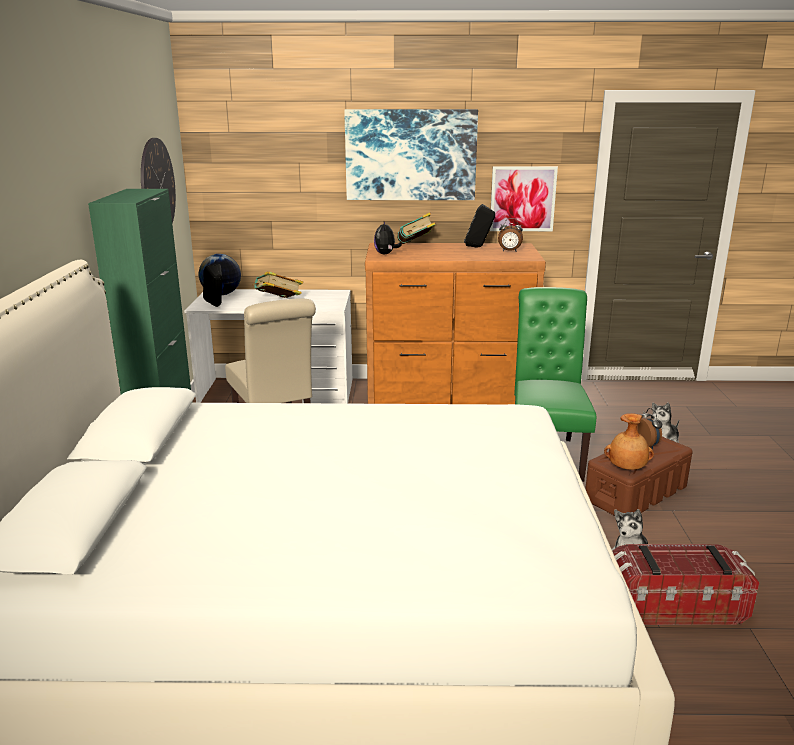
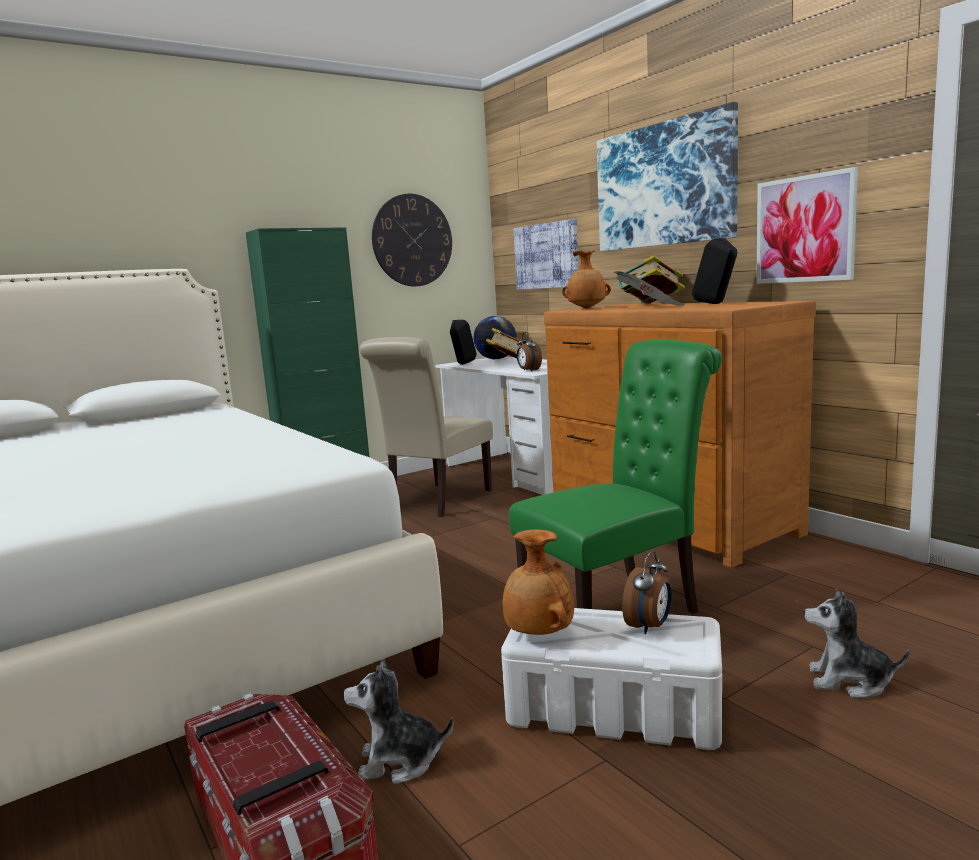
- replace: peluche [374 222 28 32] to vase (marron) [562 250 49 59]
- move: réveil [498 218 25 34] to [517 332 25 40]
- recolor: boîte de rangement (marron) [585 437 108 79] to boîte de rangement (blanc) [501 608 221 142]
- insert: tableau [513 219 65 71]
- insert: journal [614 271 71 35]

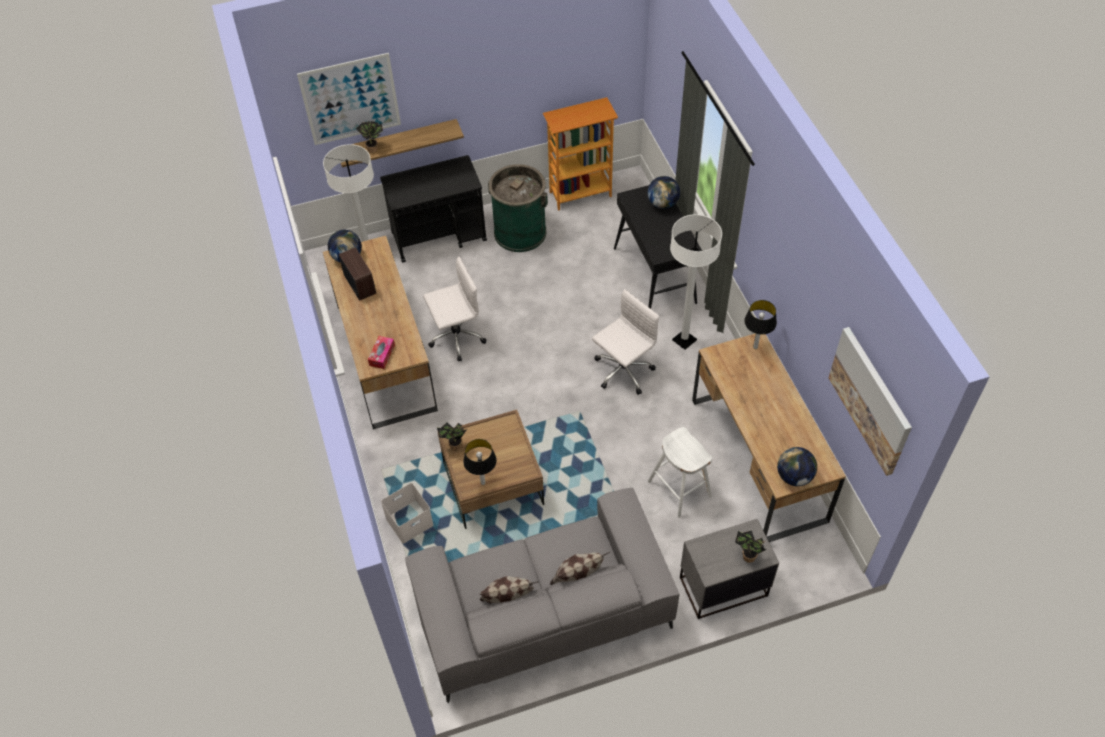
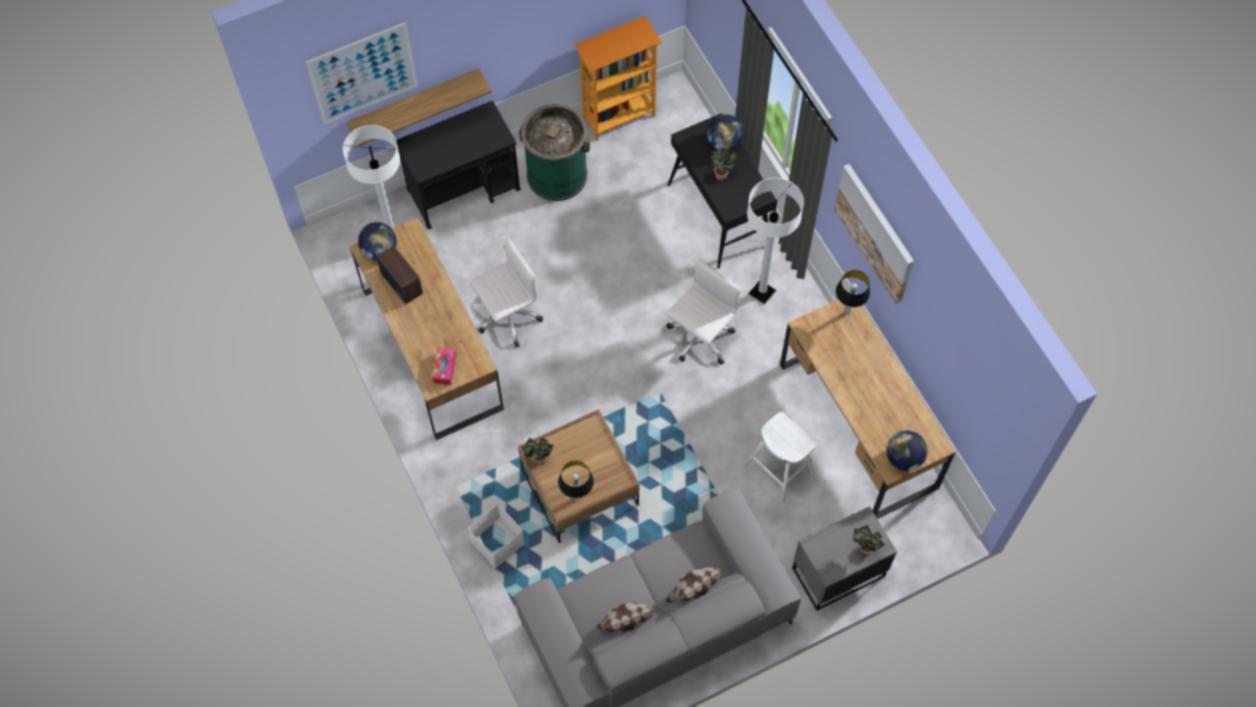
- move: plante en pot [356 121 27 32] to [708 148 32 32]
- move: tableau [829 327 83 149] to [834 164 80 140]

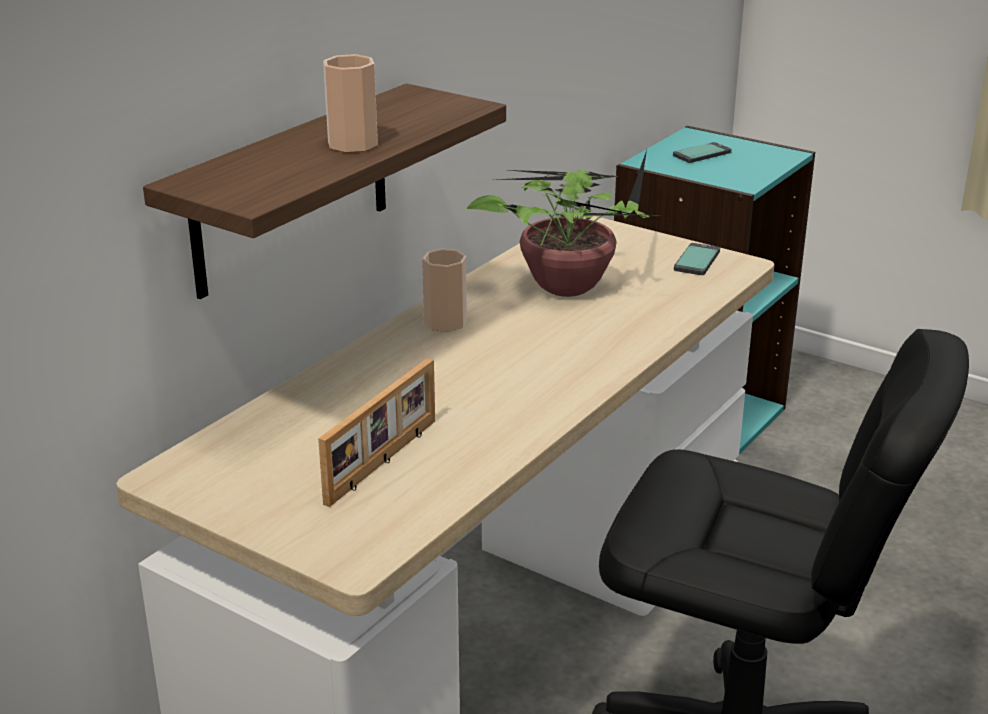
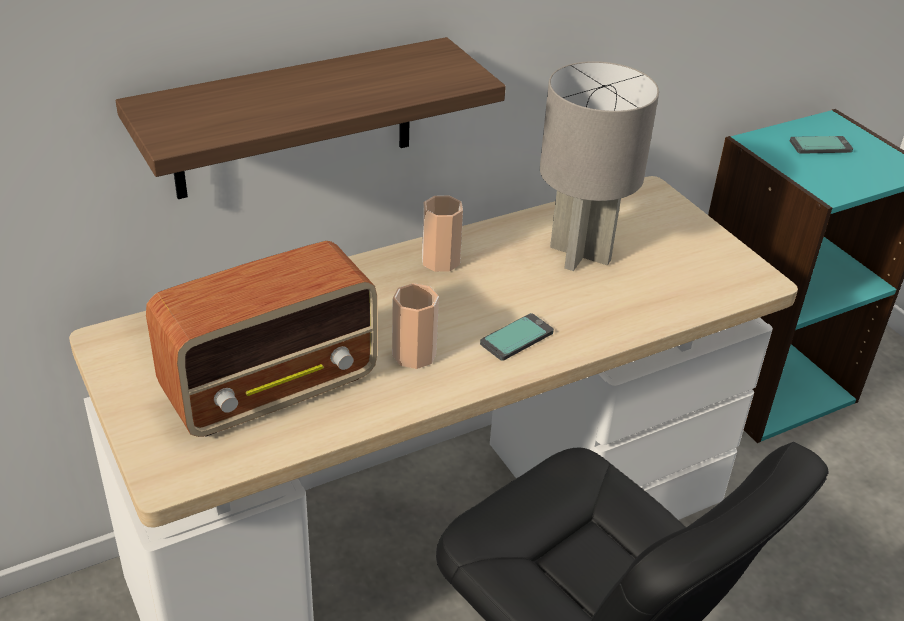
- replace: cadre photo [318 358 117 149] to radio [146 241 231 196]
- move: tasse [323 54 55 99] to [392 283 47 86]
- replace: plante en pot [466 150 203 147] to lampe de table (gris) [540 61 119 210]
- move: téléphone [674 243 46 32] to [480 313 74 48]

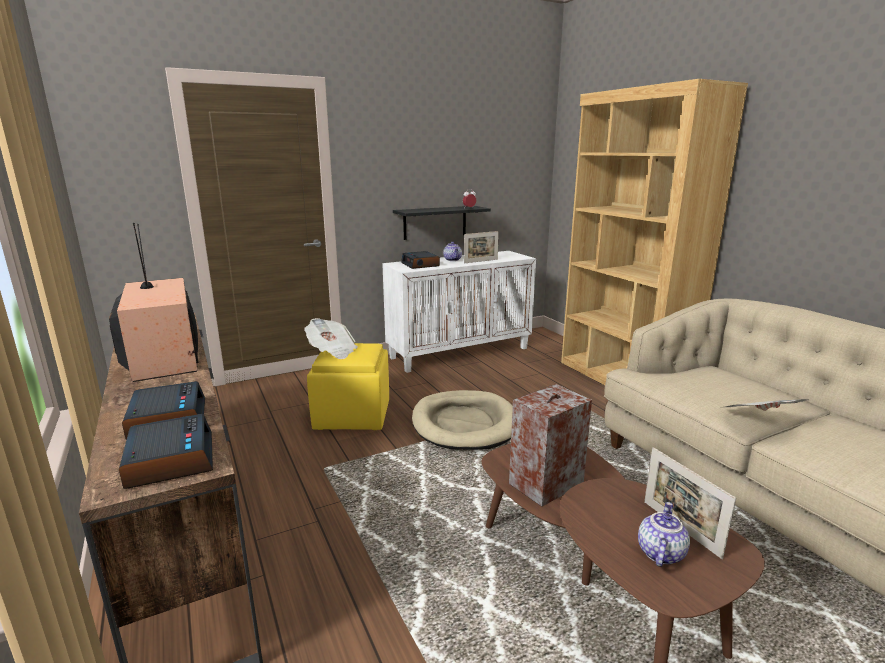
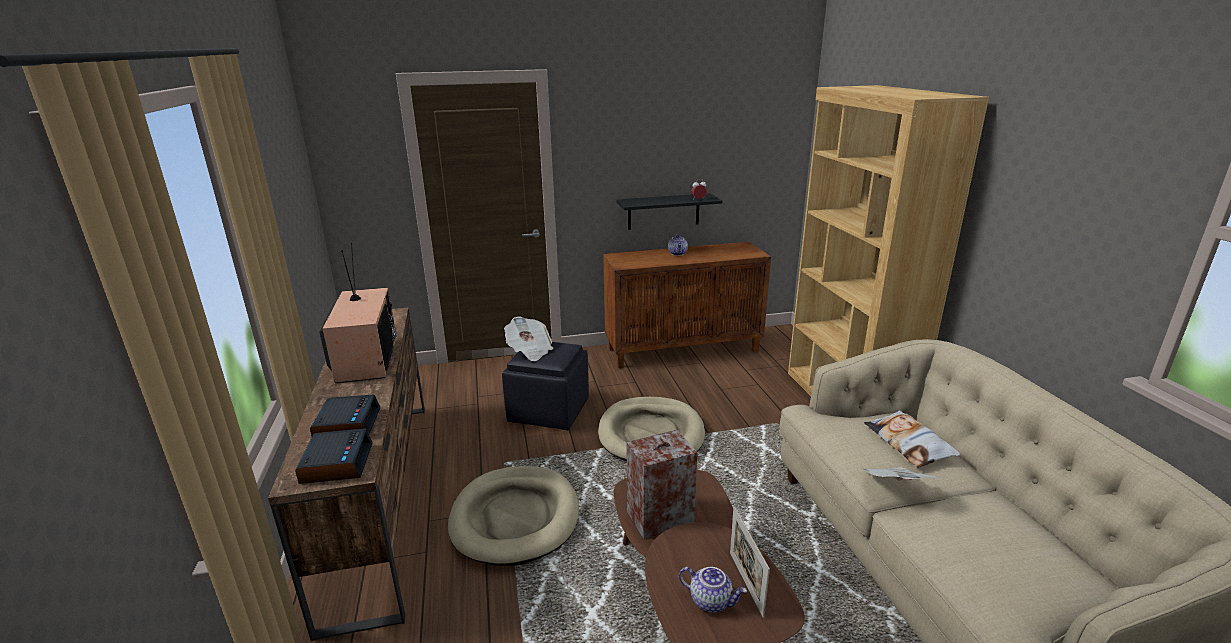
- recolor: pouf (jaune) [307 343 82 87] to pouf (noir) [502 342 87 88]
- recolor: meuble de rangement (blanc) [382 251 154 122] to meuble de rangement (marron) [603 242 168 126]
- delete: réveil [401 251 39 18]
- delete: cadre photo [464 231 35 32]
- rotate: théière [638 502 52 65] = [679 567 68 45] 75 degrees clockwise
- insert: panier pour chien (beige) [448 466 131 100]
- insert: coussin [864 410 97 57]

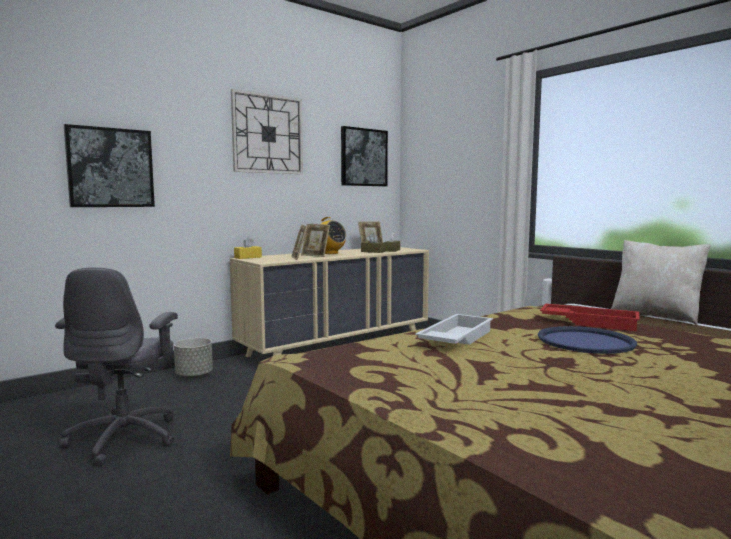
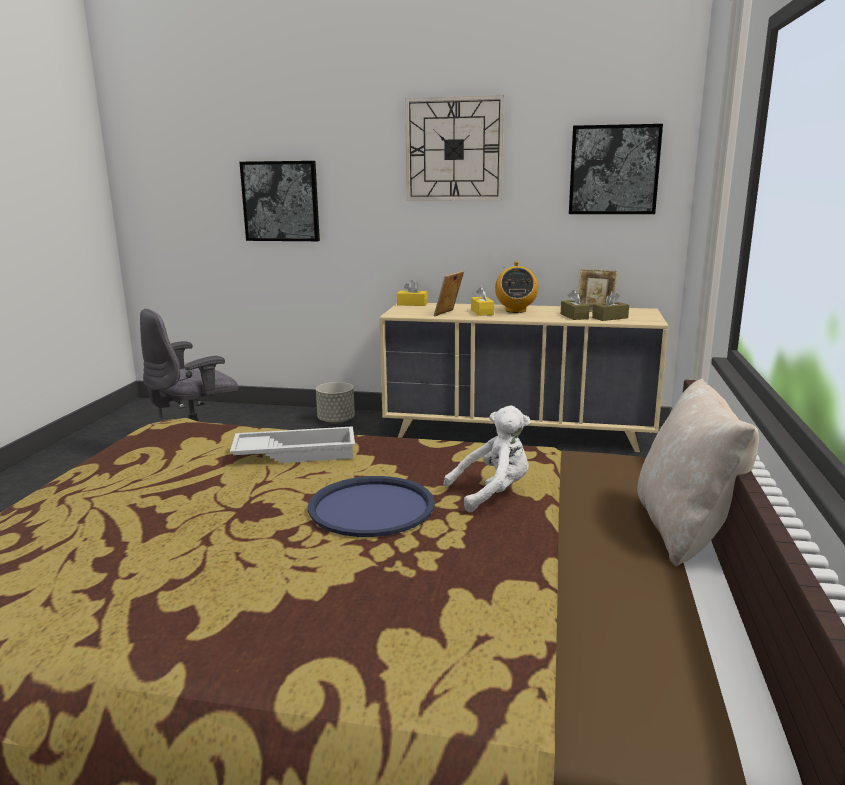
- replace: cadre photo [301 224 29 33] to boîte à mouchoirs (jaune) [471 287 23 29]
- replace: plateau (rouge) [540 304 100 27] to peluche (blanc) [444 406 87 106]

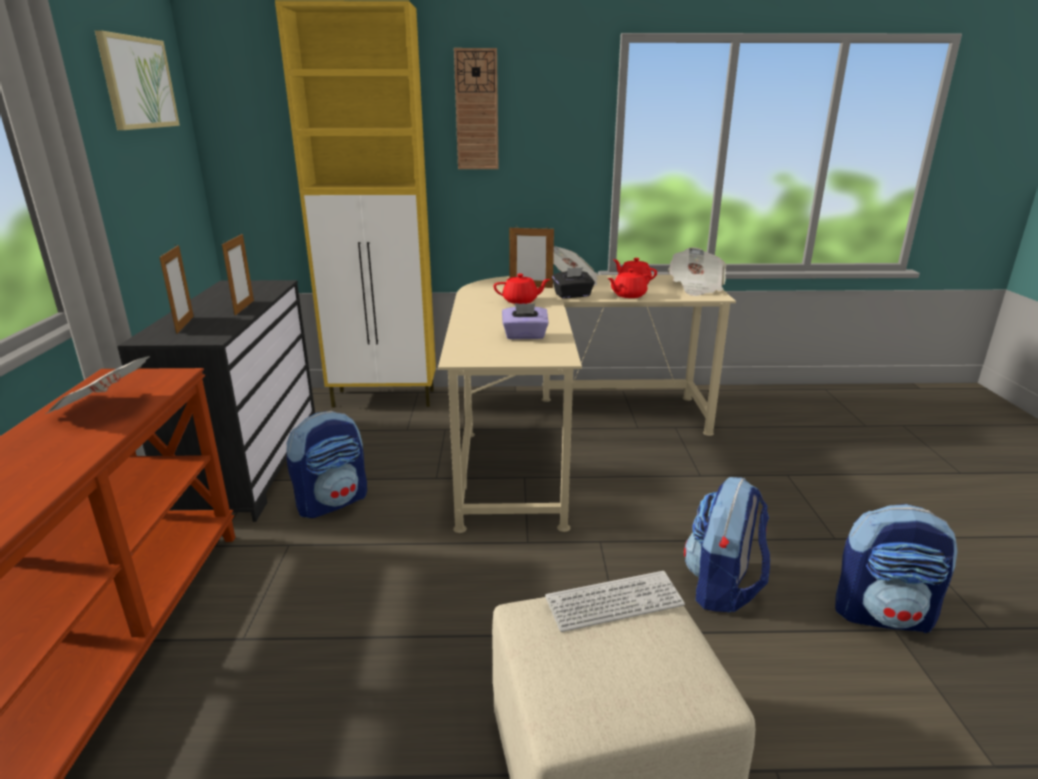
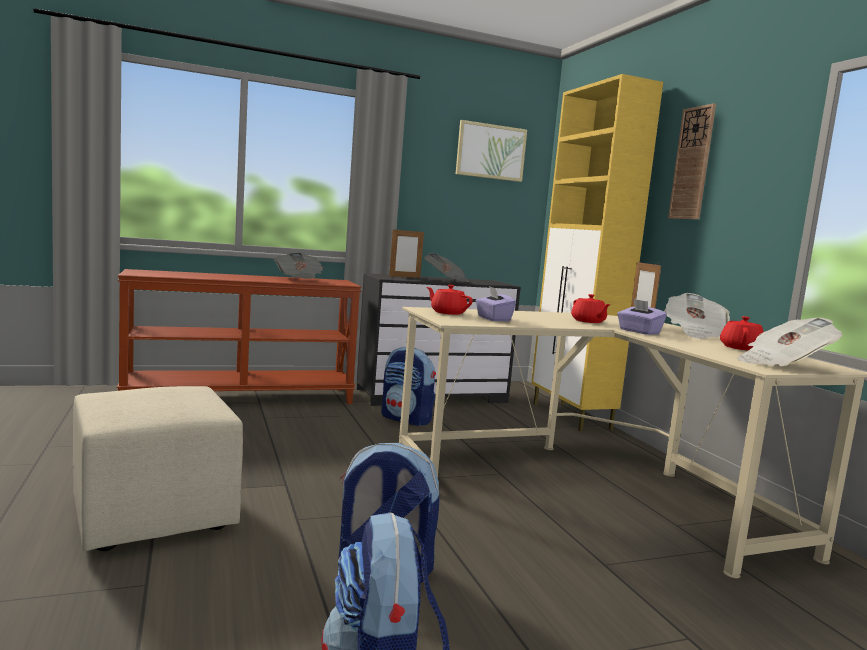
- replace: cadre photo [222 233 32 83] to journal [424 253 46 29]
- delete: clavier [545 571 140 61]
- recolor: boîte à mouchoirs (noir) [552 267 43 32] to boîte à mouchoirs (violet) [617 299 50 36]
- move: théière (rouge) [607 269 44 29] to [427 285 46 30]

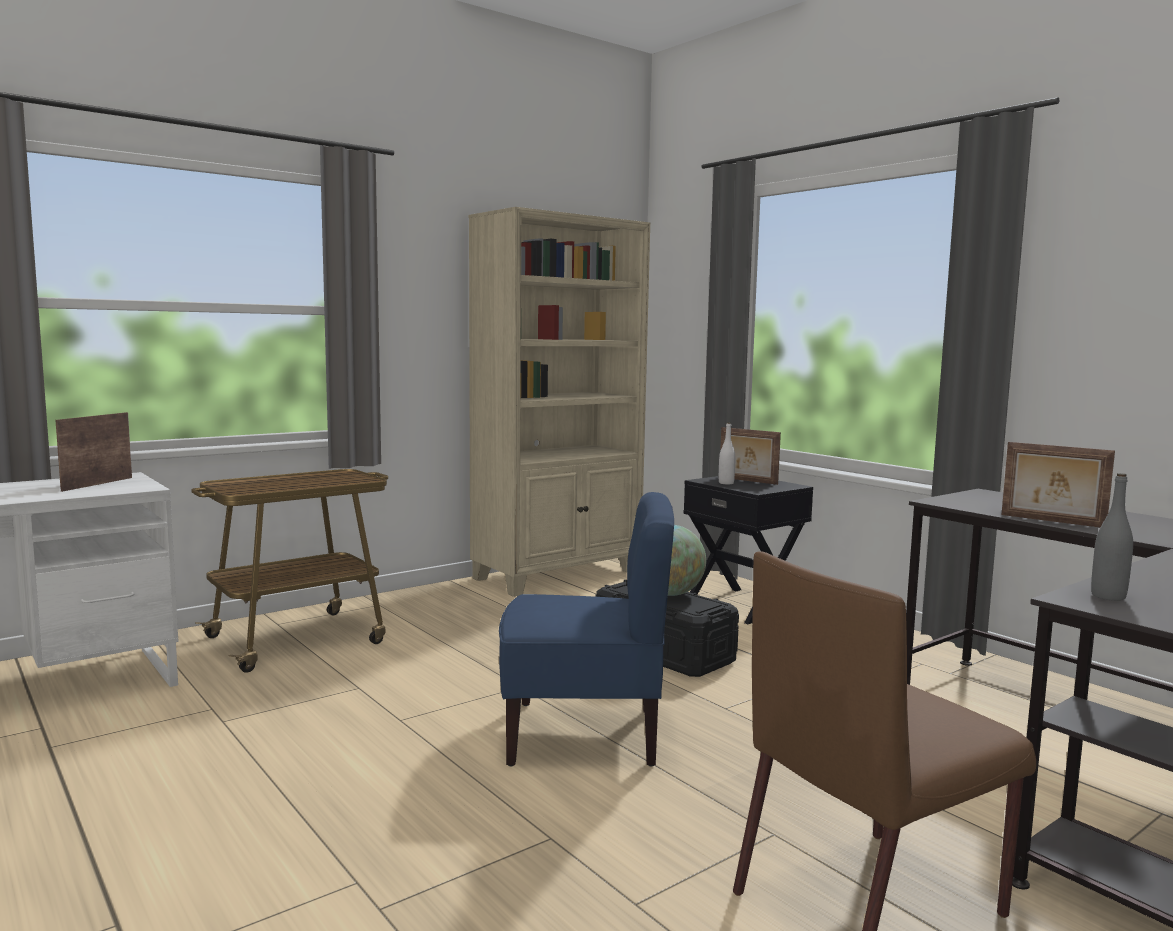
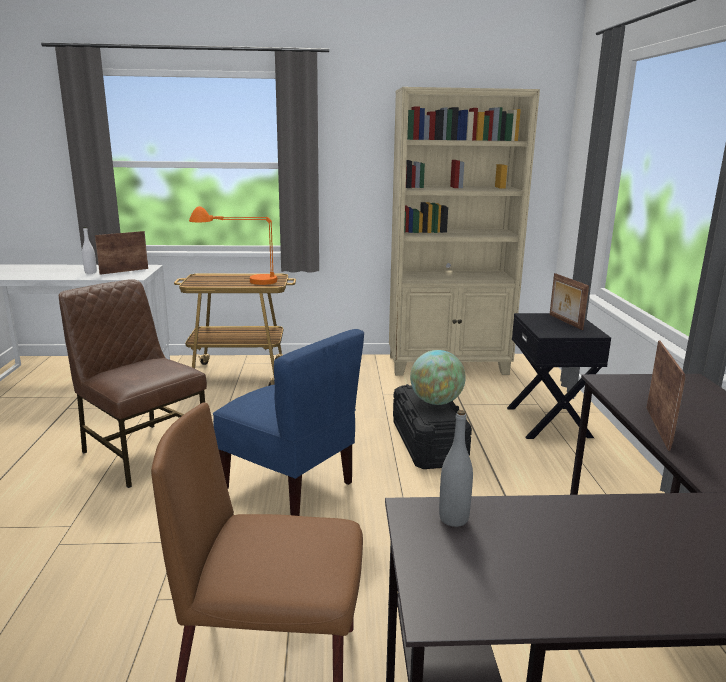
- move: bouteille (blanc) [719 422 16 62] to [82 227 15 47]
- rotate: cadre photo [1001 442 114 85] = [647 340 38 110] 150 degrees counterclockwise
- insert: chaise (marron) [59 279 148 209]
- insert: lampe de table (orange) [189 206 88 79]

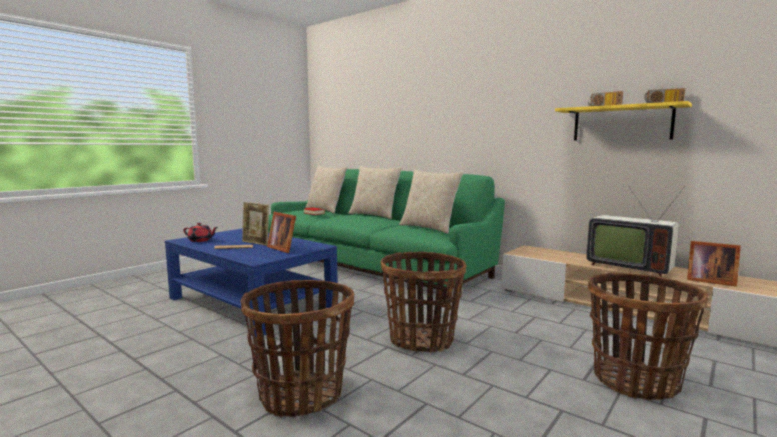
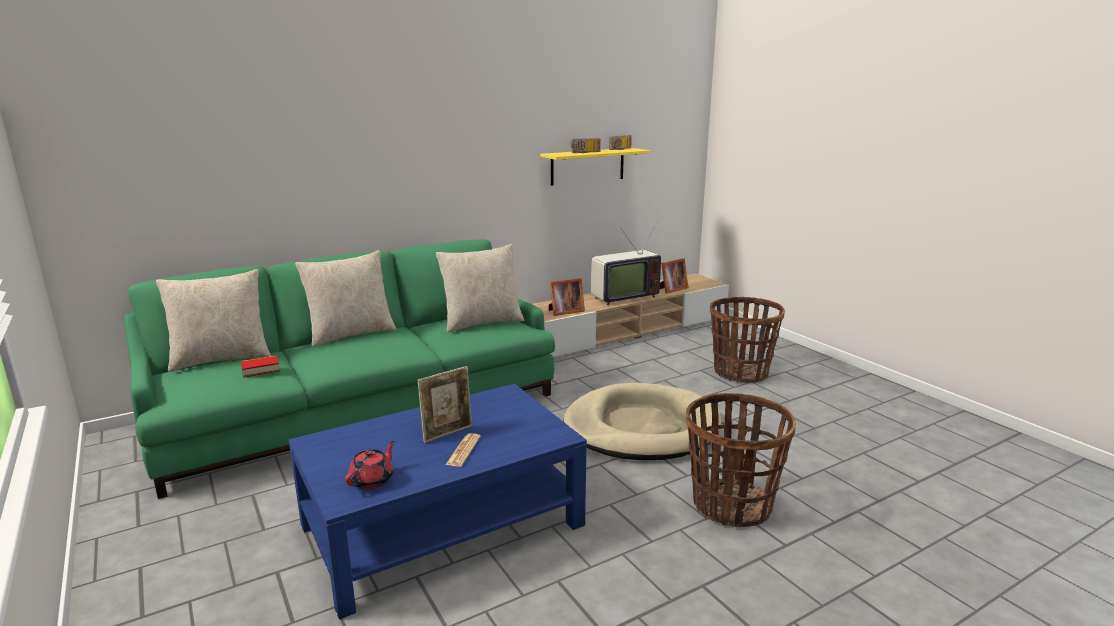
- move: cadre photo [267 212 29 41] to [549 278 36 38]
- replace: panier [381 251 86 101] to panier pour chien (beige) [563 383 158 77]

